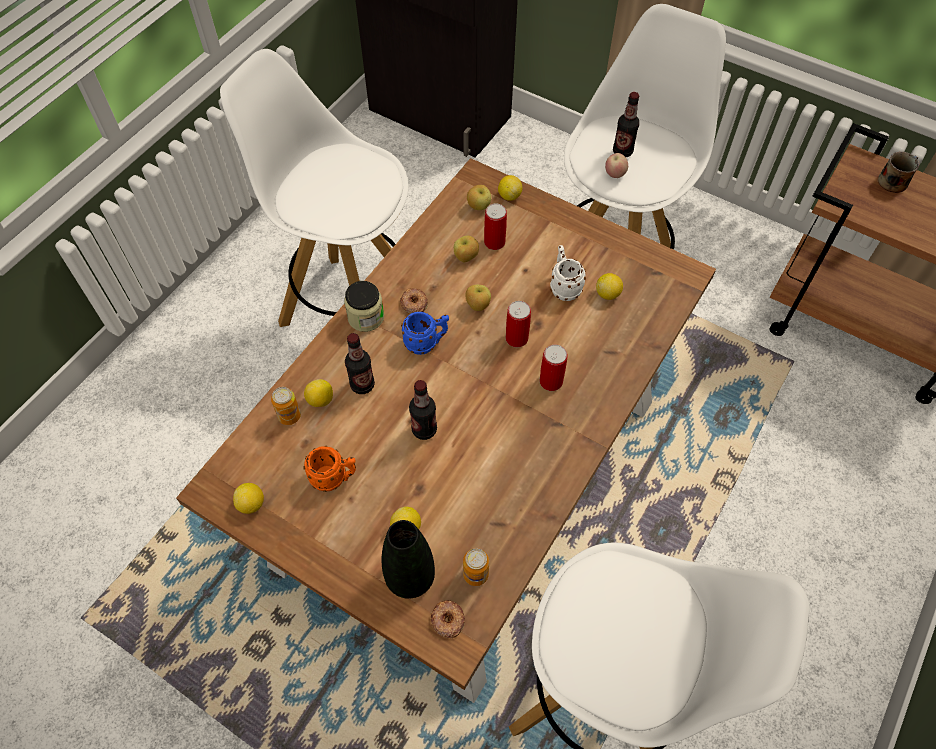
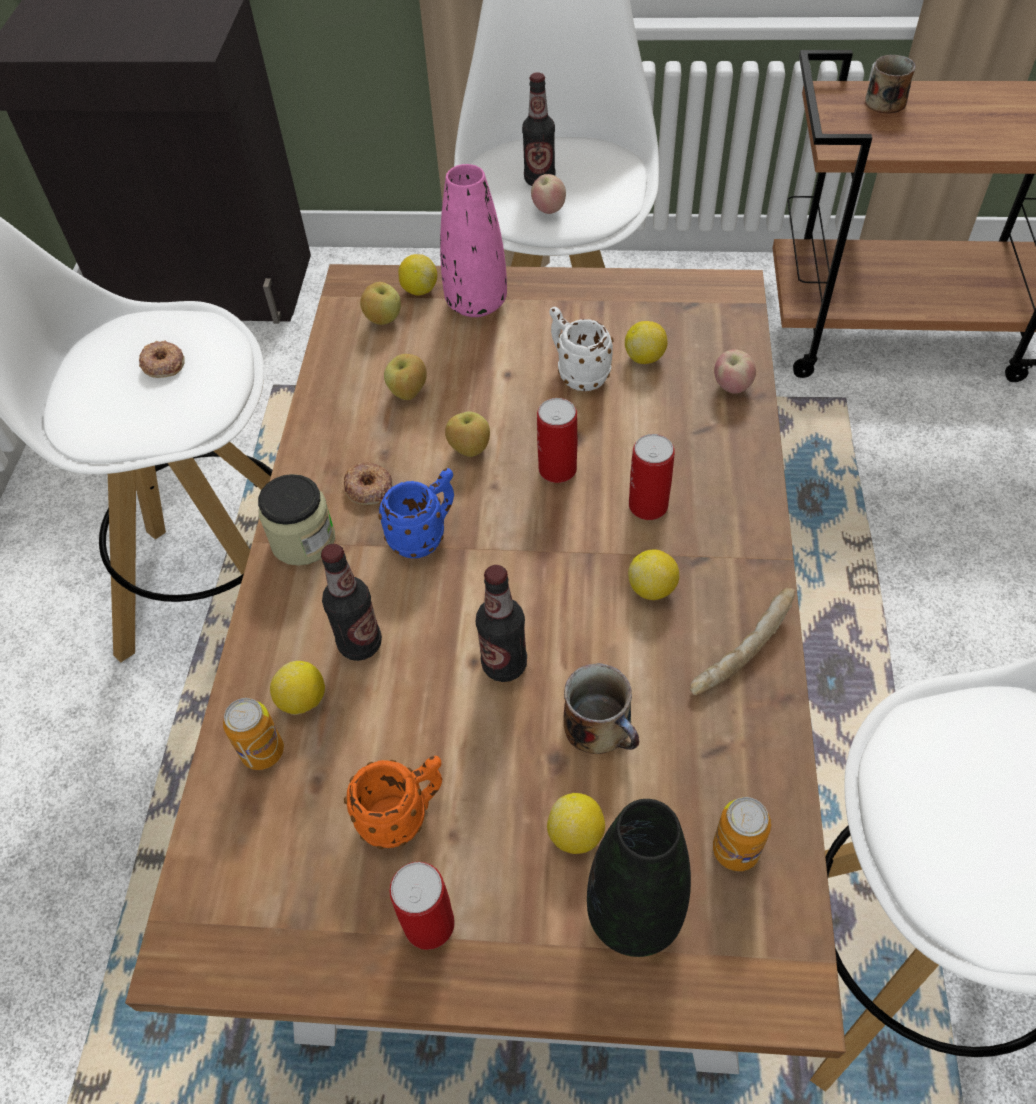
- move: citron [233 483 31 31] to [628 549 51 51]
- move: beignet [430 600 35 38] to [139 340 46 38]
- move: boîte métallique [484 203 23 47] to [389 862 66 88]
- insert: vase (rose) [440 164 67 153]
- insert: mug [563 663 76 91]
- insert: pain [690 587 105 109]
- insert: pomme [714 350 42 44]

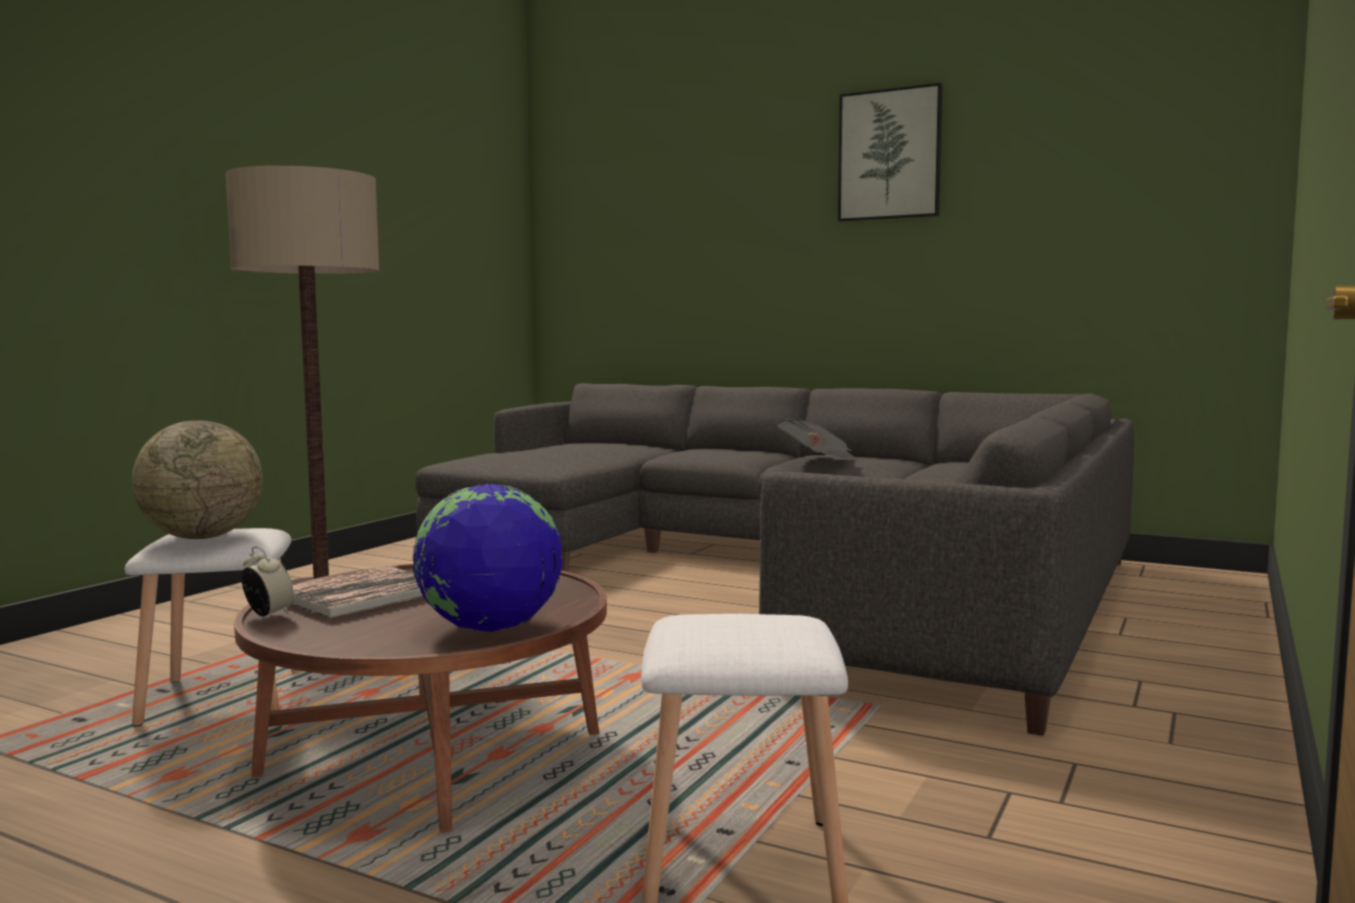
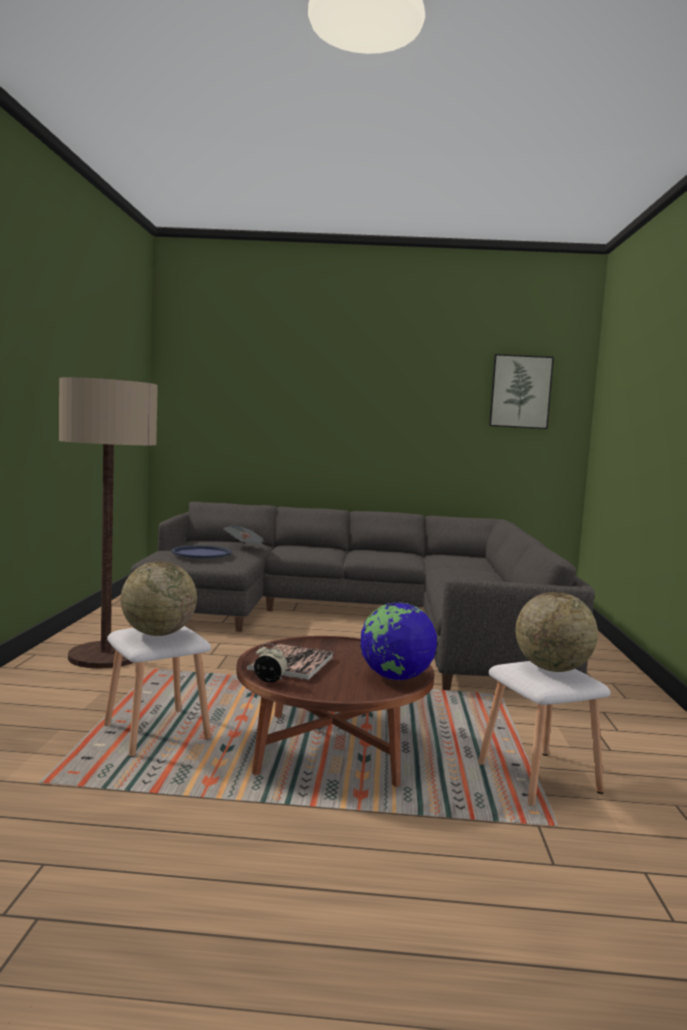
- move: journal [777 419 79 40] to [223 525 41 21]
- move: tableau [838 83 104 139] to [489 354 65 75]
- insert: plateau (bleu) [171 545 61 13]
- insert: globe [516 592 82 80]

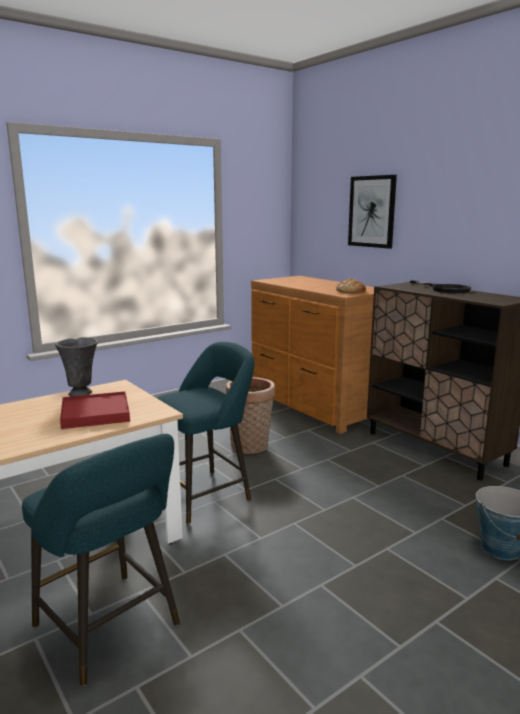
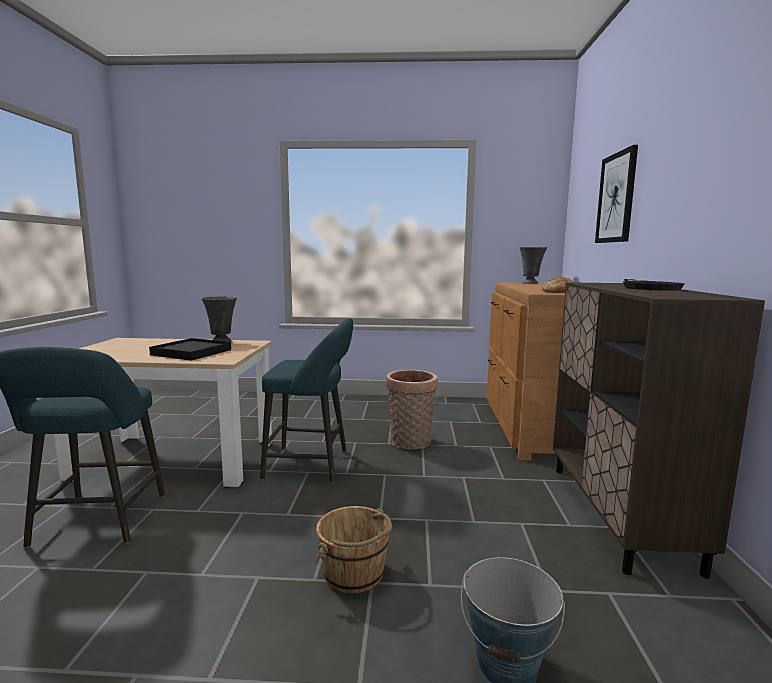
- recolor: plateau (rouge) [60 391 70 38] to plateau (noir) [149 338 82 23]
- insert: seau (marron) [314 506 78 88]
- insert: vase (gris) [519 247 28 37]

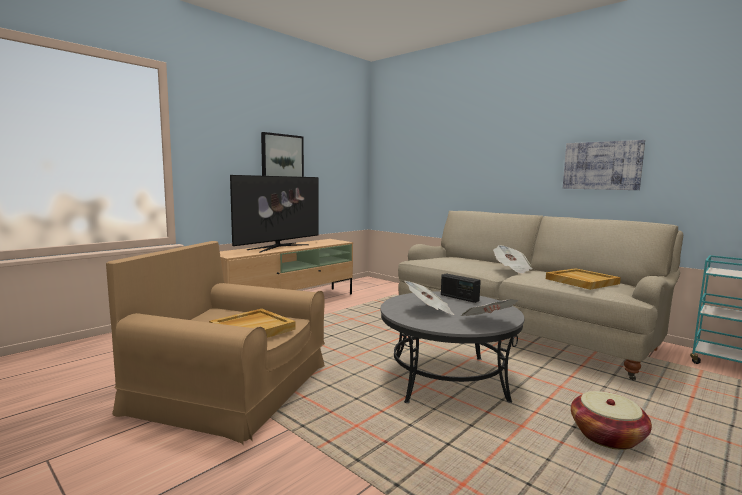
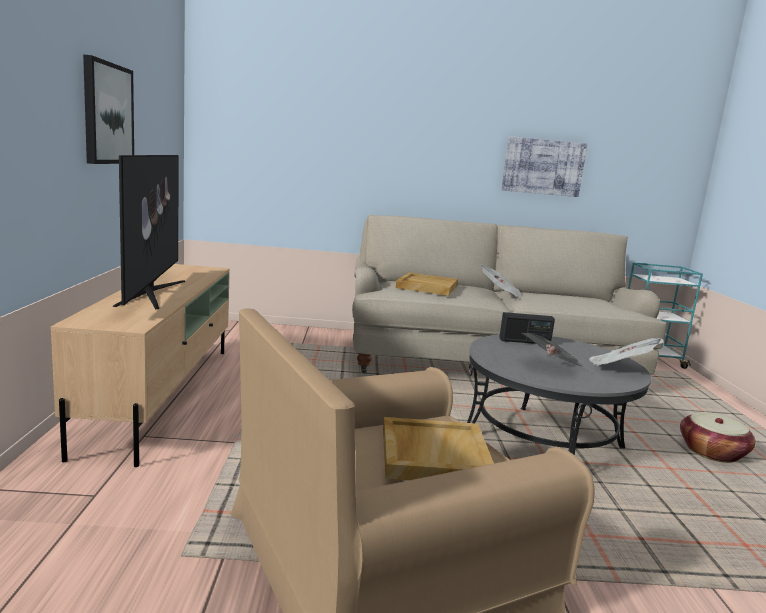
- move: plateau (beige) [546 268 75 22] to [395 272 63 24]

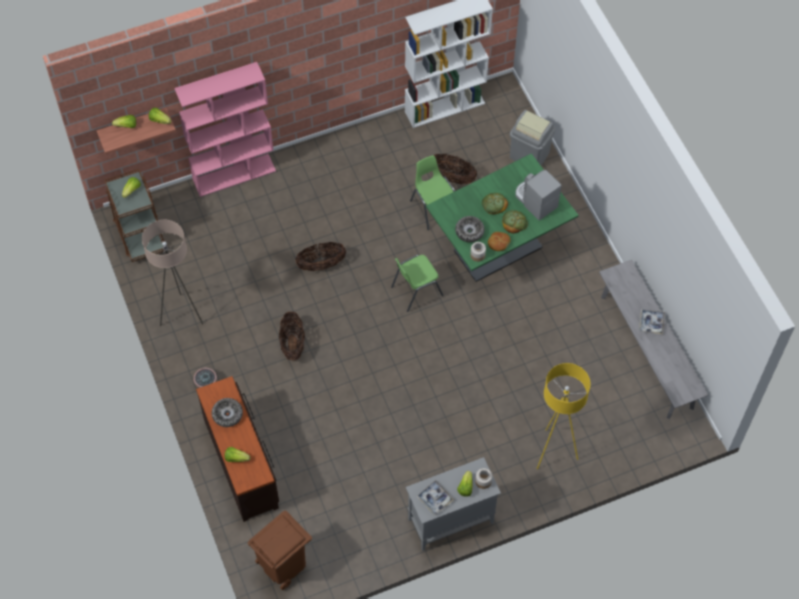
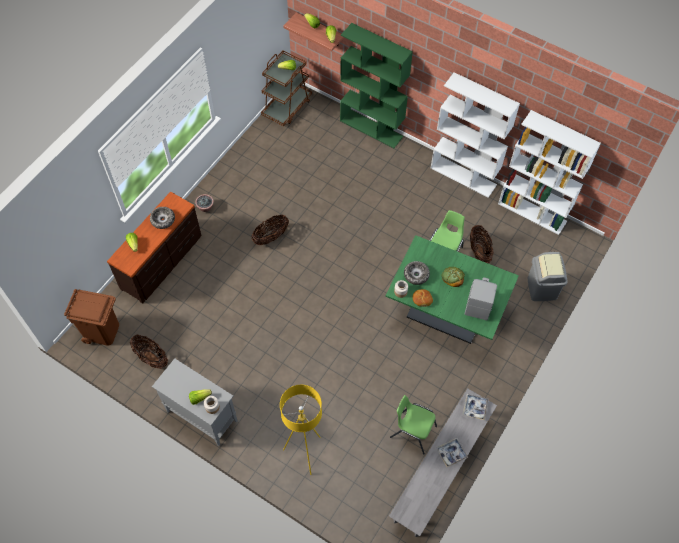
- delete: lampadaire (beige) [142 220 61 106]
- recolor: bibliothèque (rose) [174 62 102 135] to bibliothèque (vert) [340 23 73 125]
- move: panier [295 242 51 29] to [130 335 38 34]
- move: chaise (vert) [391 255 52 57] to [390 395 47 60]
- move: plateau [416 480 38 35] to [463 394 26 26]
- delete: pain [502 210 26 24]
- insert: bibliothèque (blanc) [431 72 89 125]

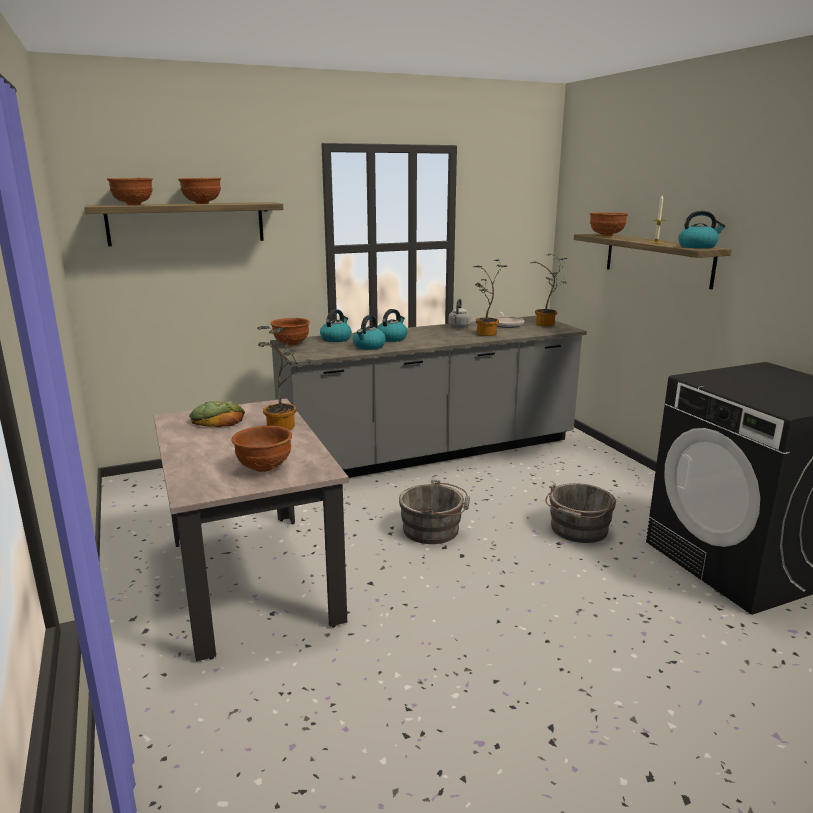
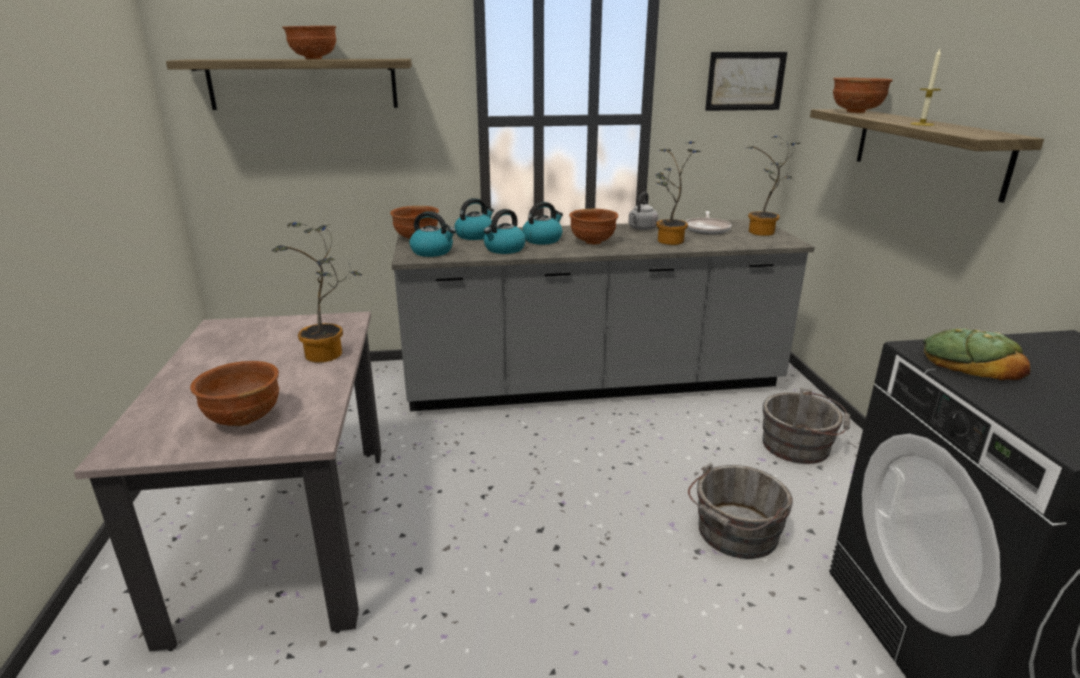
- move: bol (marron) [107 178 46 27] to [569 209 49 36]
- move: pain [189 401 56 26] to [923 328 107 52]
- move: seau (gris) [399 479 71 65] to [763 388 87 76]
- move: bouilloire [679 211 46 38] to [409 211 47 46]
- insert: tableau [705 52 82 59]

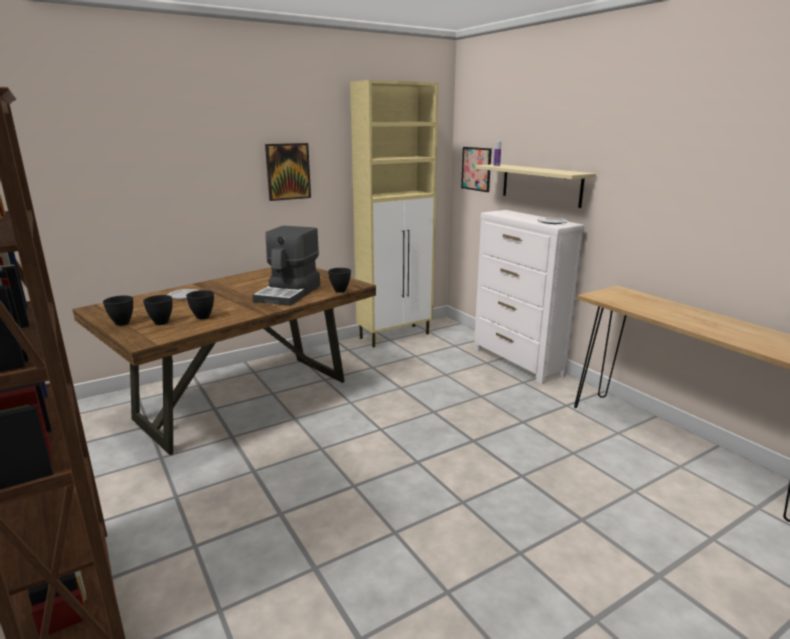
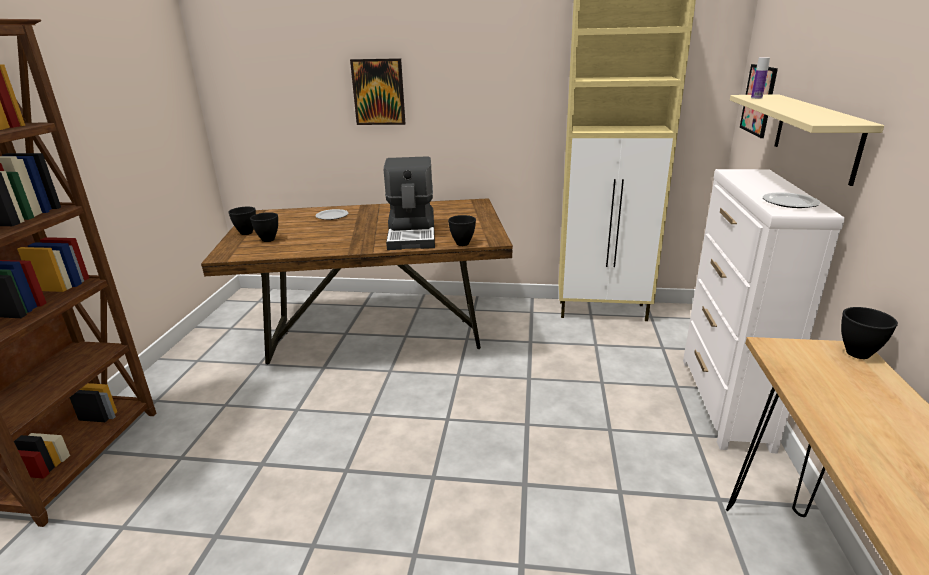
- move: bol (noir) [186 290 28 29] to [841 307 57 52]
- rotate: machine à café [253 226 67 80] = [384 156 51 94] 60 degrees counterclockwise
- move: tableau [265 143 46 58] to [350 58 55 67]

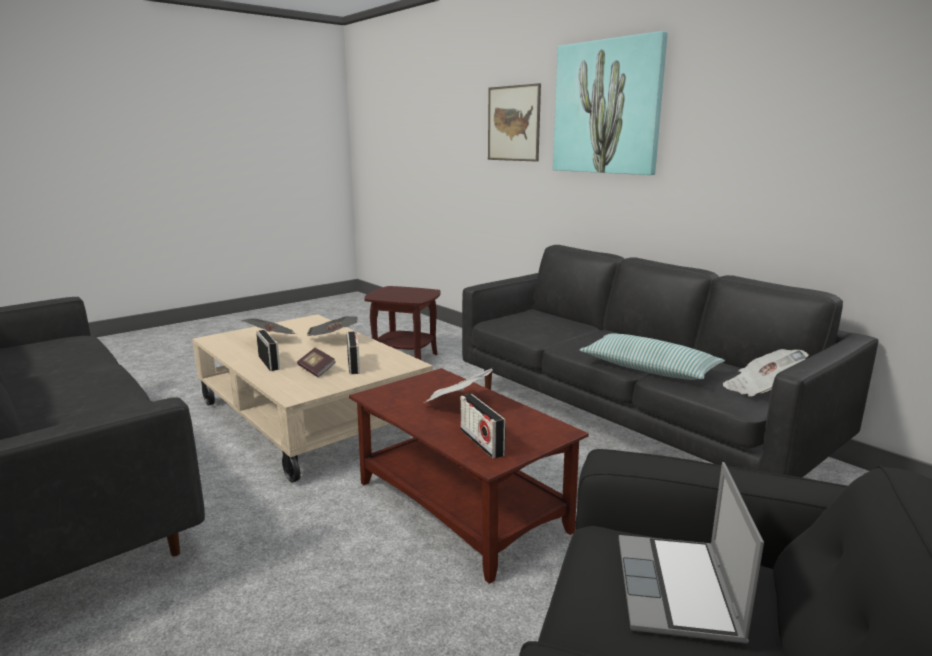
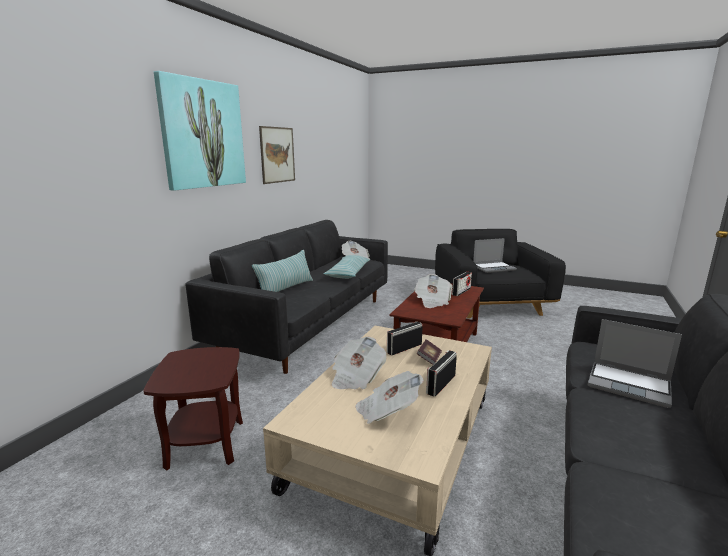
- move: tableau [488 83 53 79] to [259 126 36 58]
- insert: coussin [252 250 61 42]
- insert: ordinateur portable [588 319 94 89]

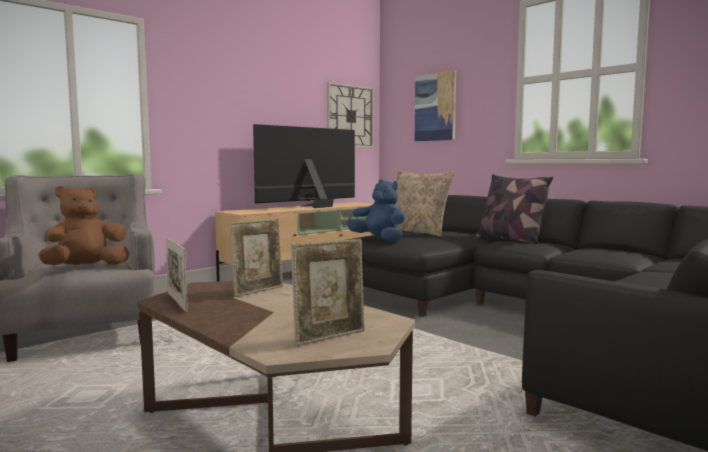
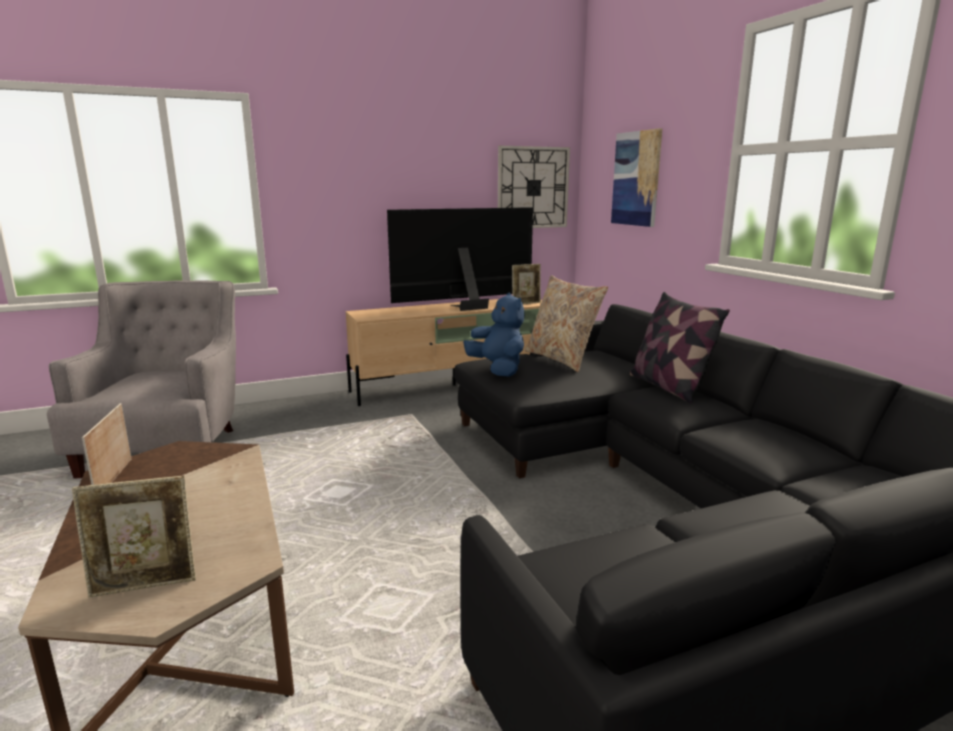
- delete: peluche (marron) [38 186 91 79]
- move: cadre photo [230 219 53 78] to [512 264 29 40]

